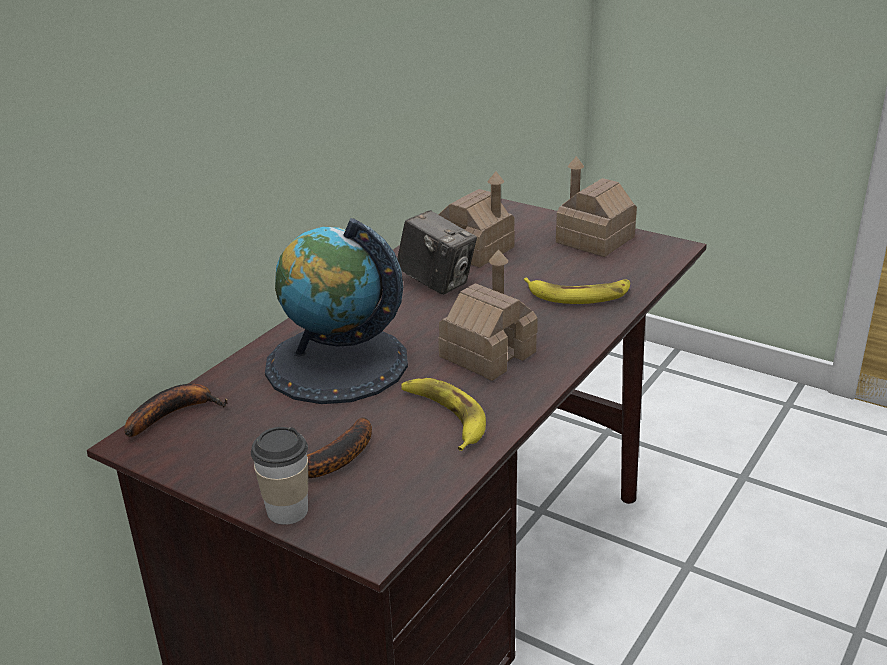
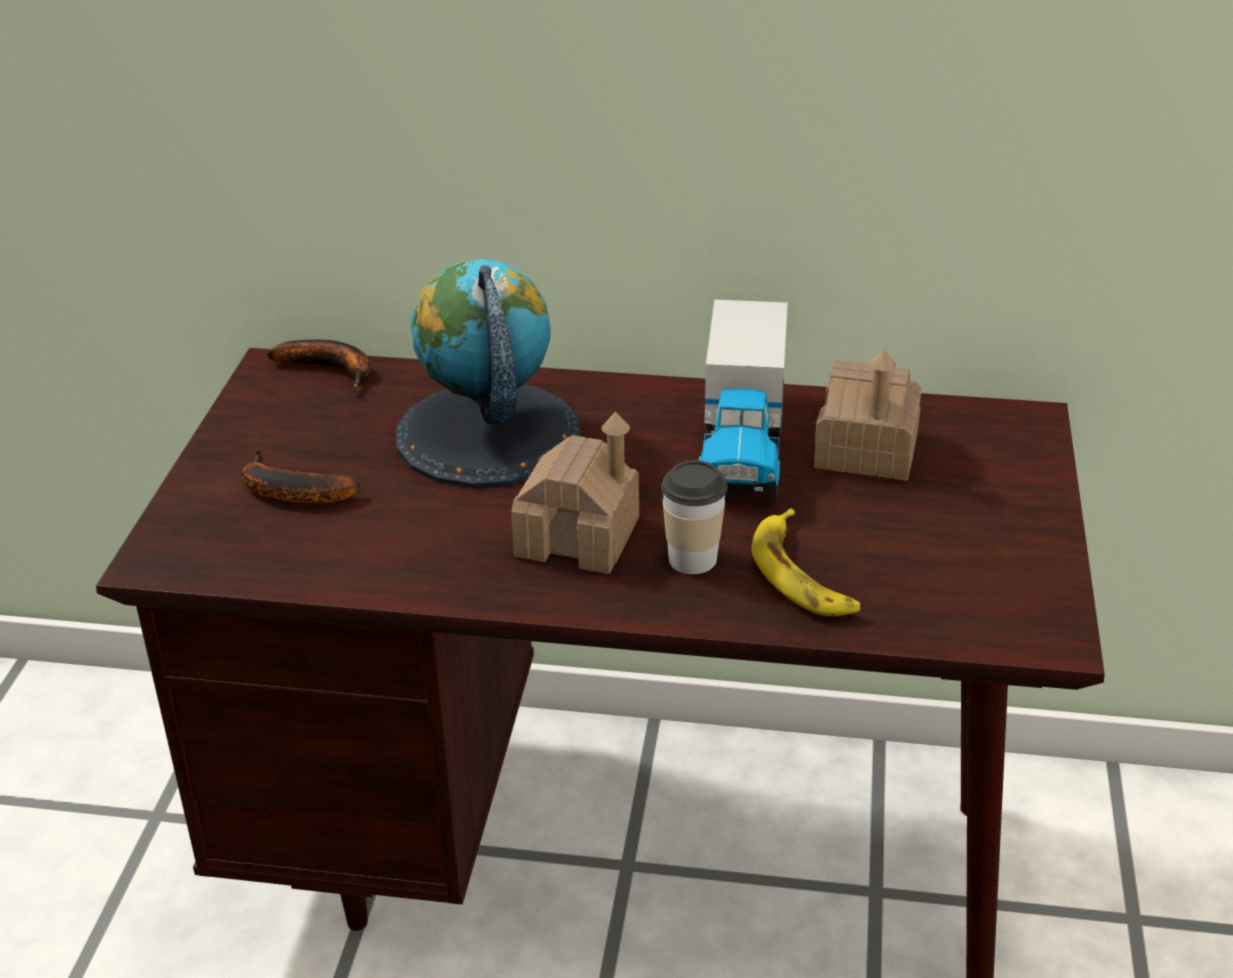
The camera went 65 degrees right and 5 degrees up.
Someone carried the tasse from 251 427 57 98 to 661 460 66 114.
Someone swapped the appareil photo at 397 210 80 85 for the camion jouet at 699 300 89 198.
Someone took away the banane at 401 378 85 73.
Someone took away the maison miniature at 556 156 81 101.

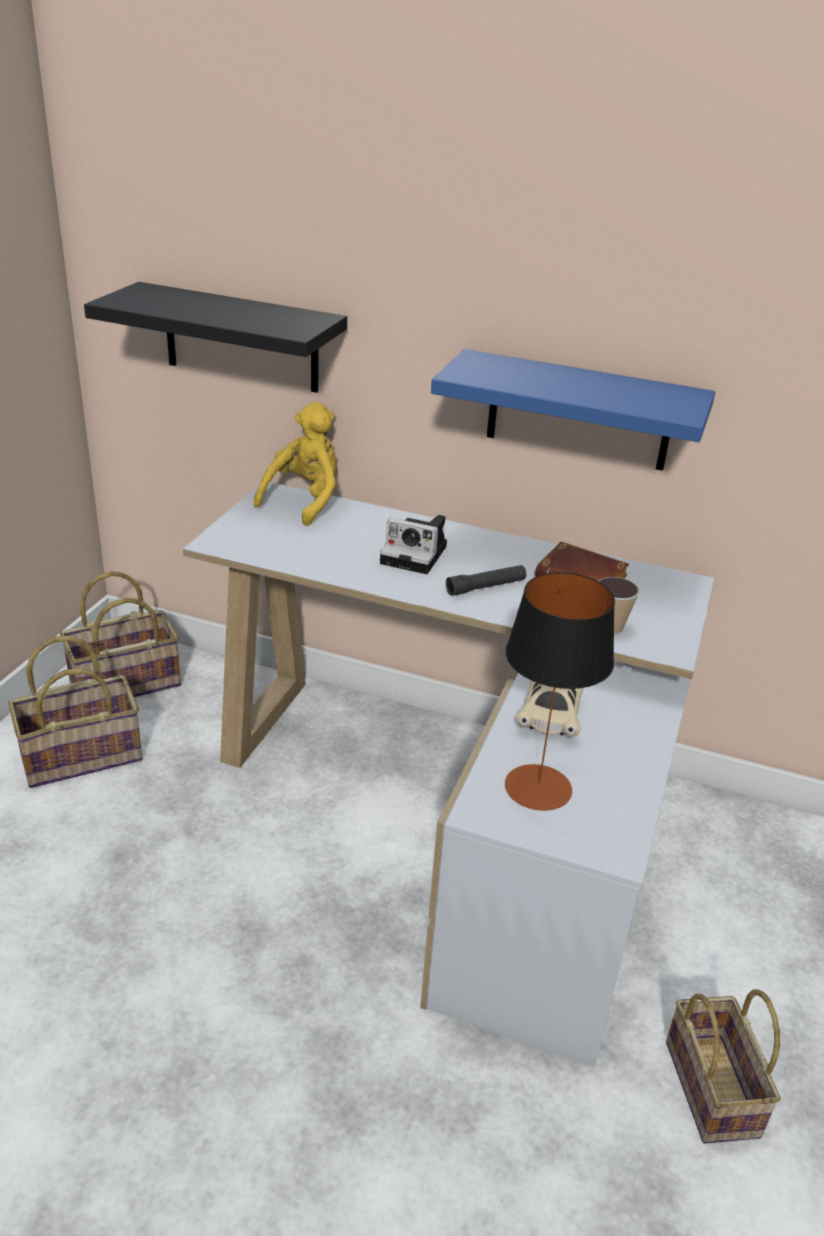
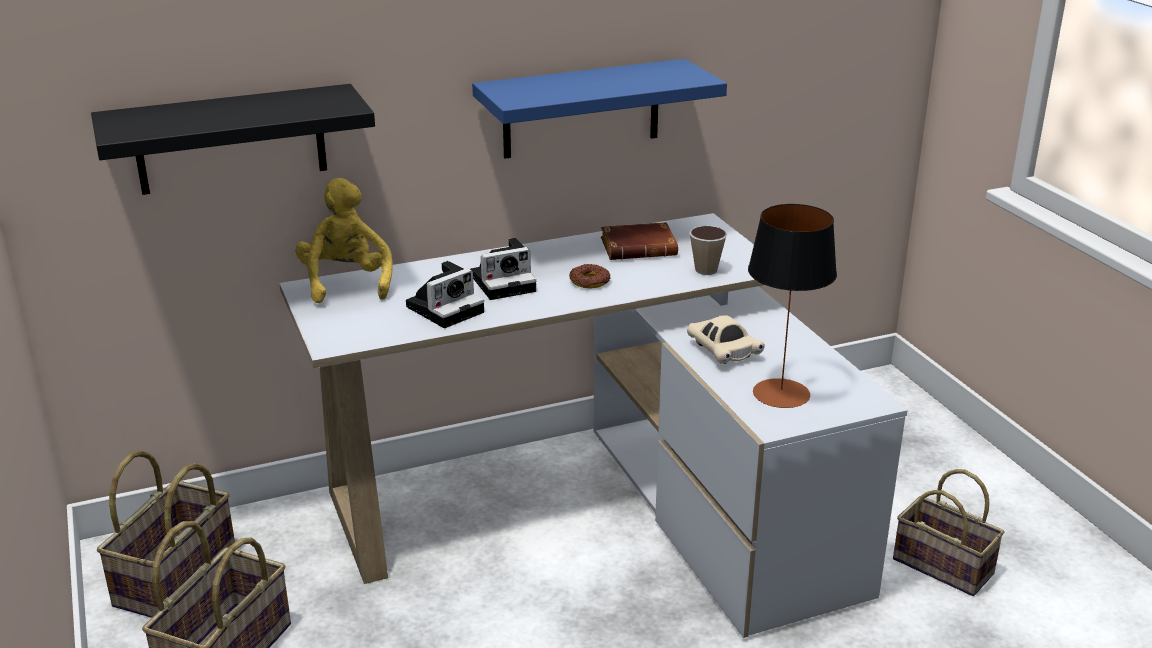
The camera went 40 degrees left and 5 degrees down.
Someone put down the appareil photo at 406 261 78 67.
Someone swapped the lampe de poche (noir) at 446 565 80 31 for the beignet at 569 264 41 24.

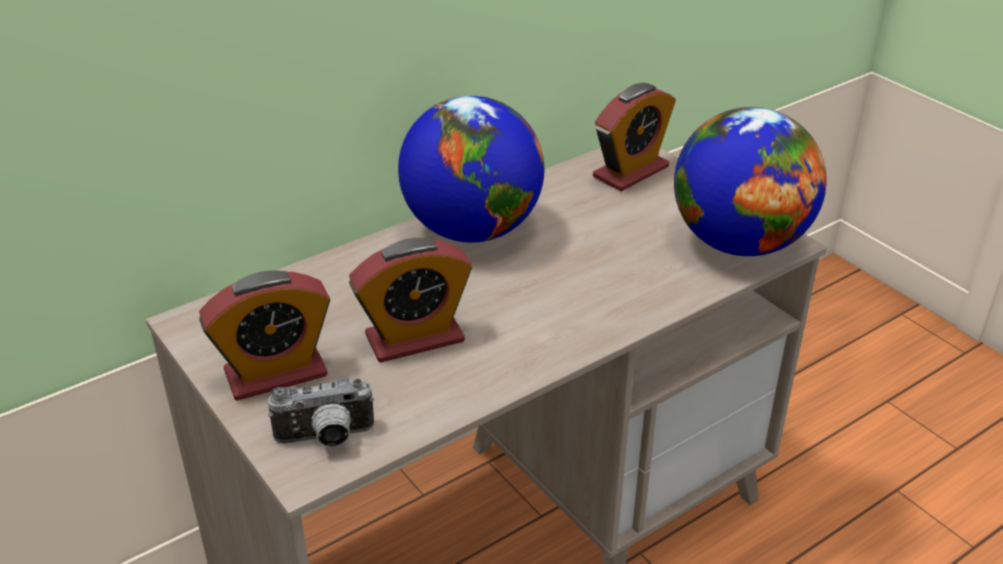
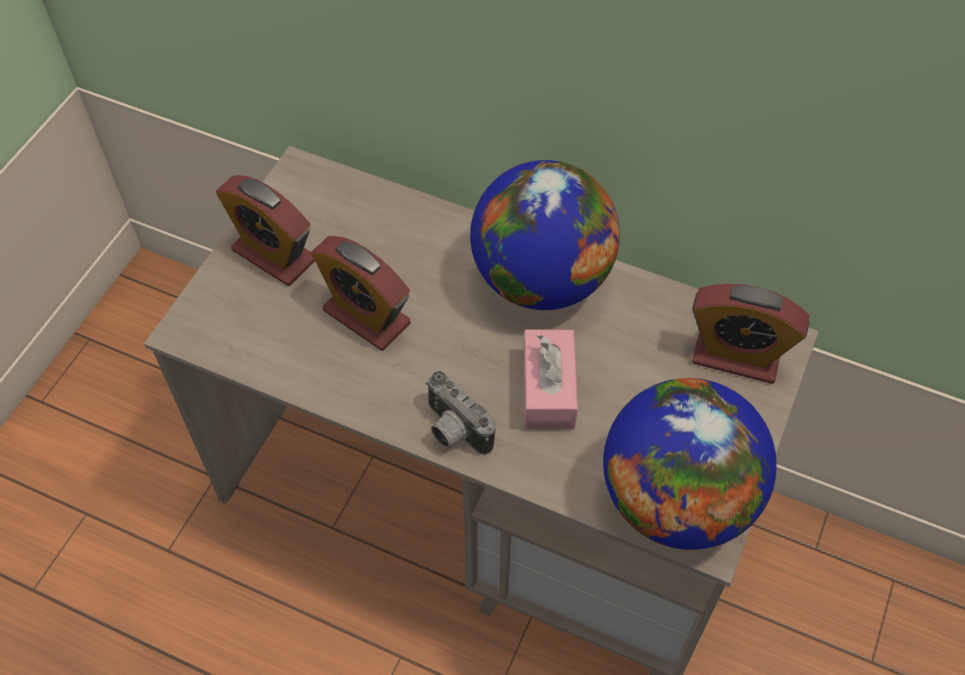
The camera went 60 degrees right and 20 degrees up.
Someone carried the appareil photo from 268 378 106 69 to 426 371 70 84.
Someone put down the boîte à mouchoirs (rose) at 524 329 54 101.

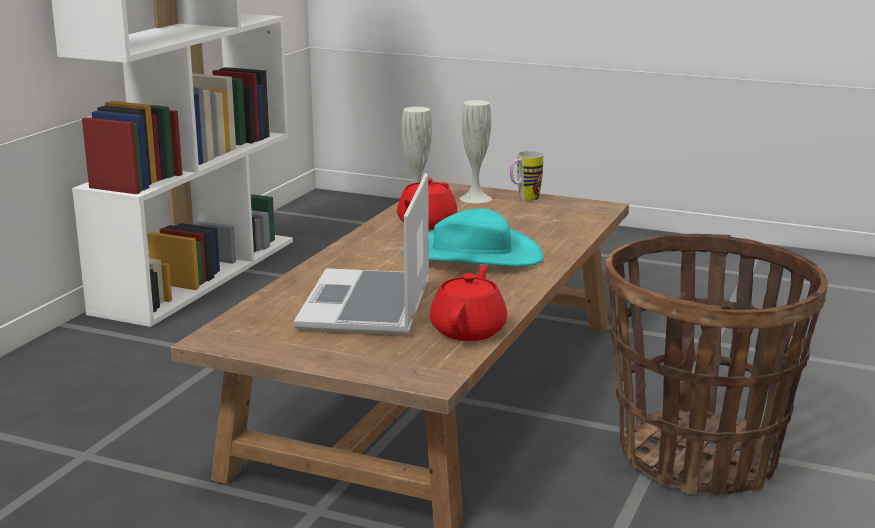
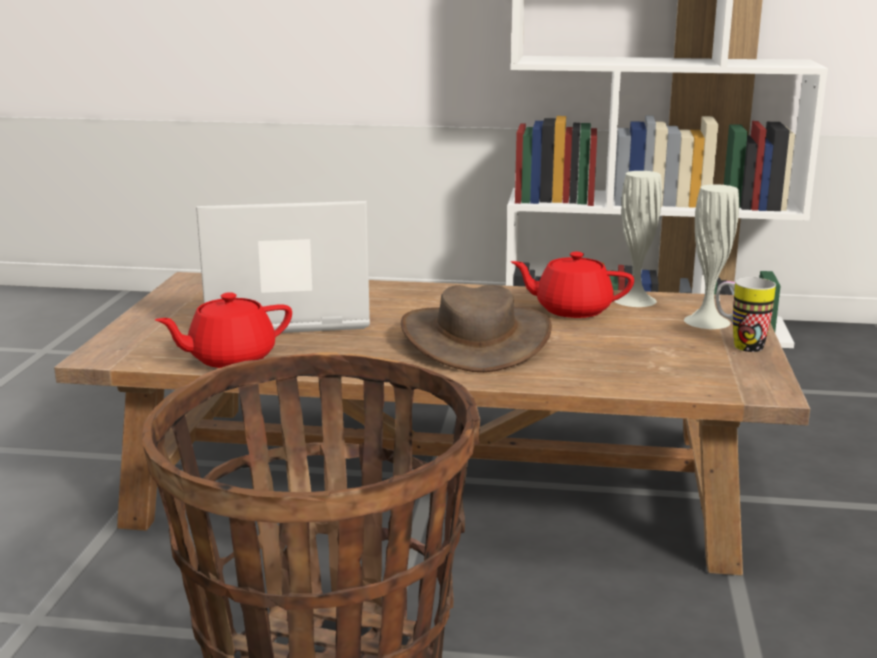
The camera went 75 degrees right and 0 degrees up.
Someone rotated the théière (rouge) at 430 265 77 76 by 150 degrees clockwise.
Someone repainted the chapeau (turquoise) at 402 208 142 59, which became the chapeau (marron) at 401 285 151 87.

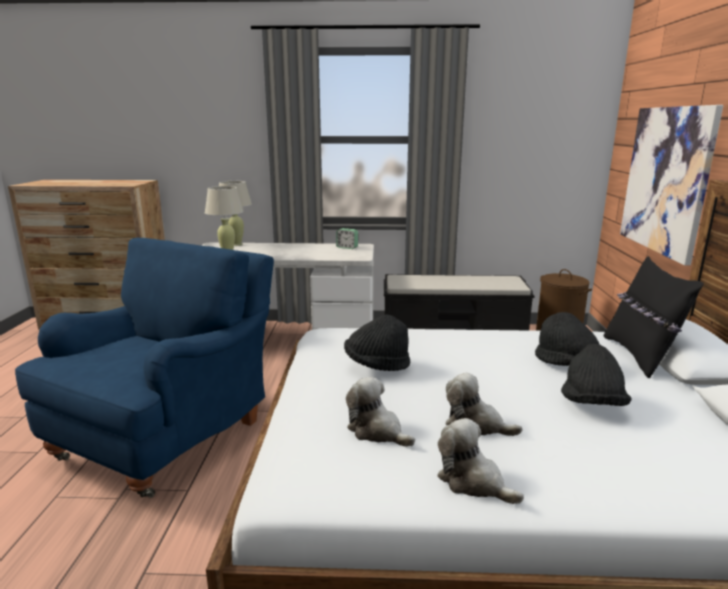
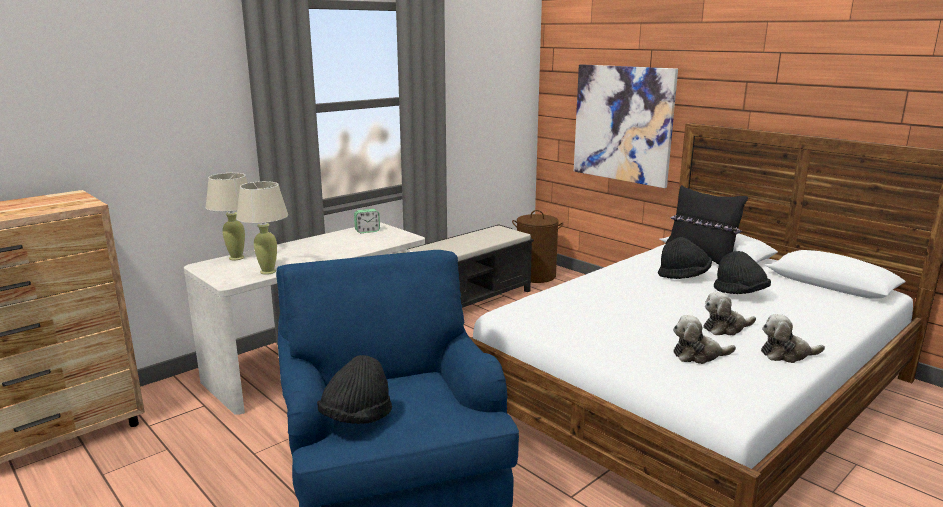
The camera went 45 degrees left and 0 degrees up.
Someone carried the chapeau (noir) from 344 315 66 56 to 317 355 75 69.

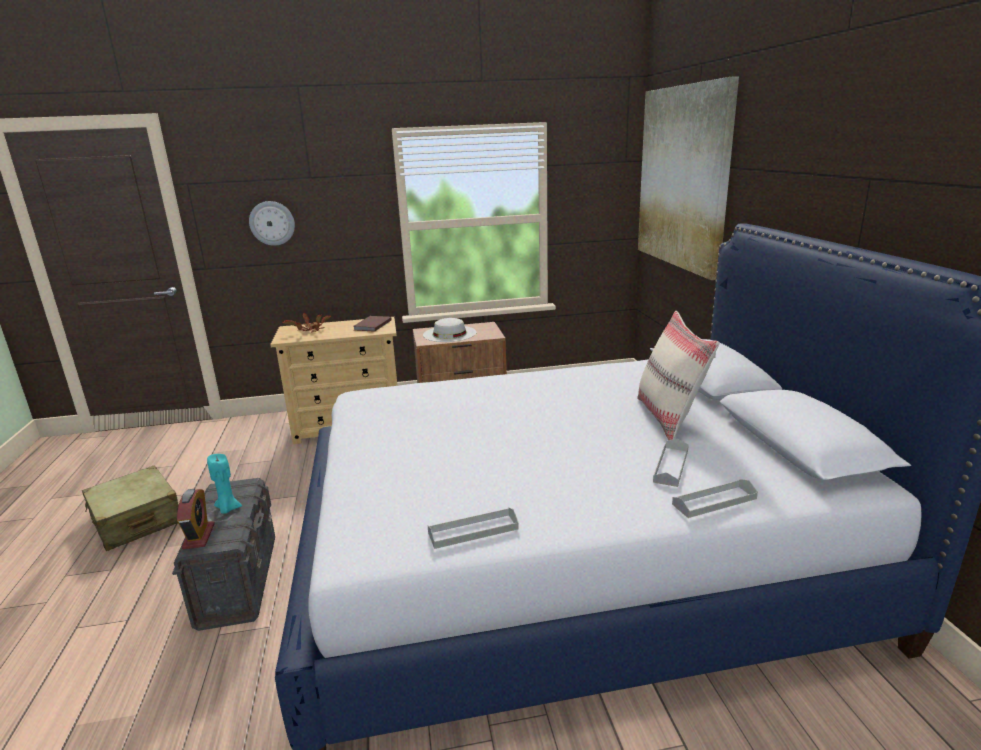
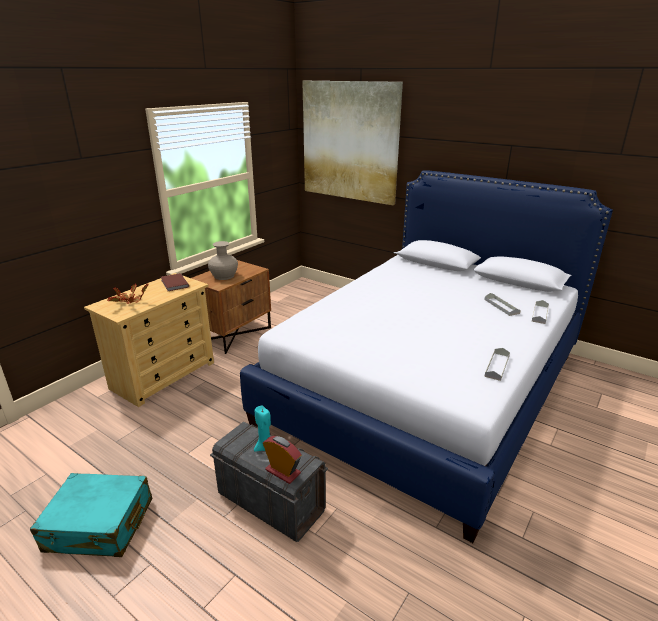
The camera went 45 degrees left and 5 degrees up.
Someone repainted the valise (beige) at 82 466 97 85, which became the valise (turquoise) at 30 473 122 84.
Someone swapped the chapeau (blanc) at 423 318 53 24 for the vase (beige) at 208 241 30 39.
Someone took away the horloge murale at 249 201 46 45.
Someone took away the coussin (beige) at 637 311 83 129.

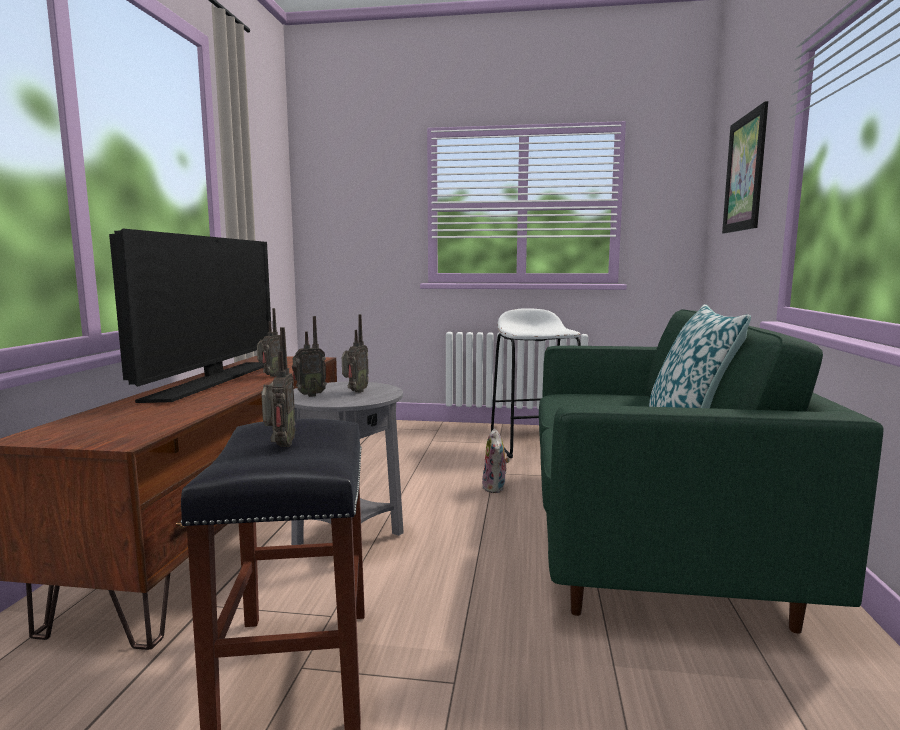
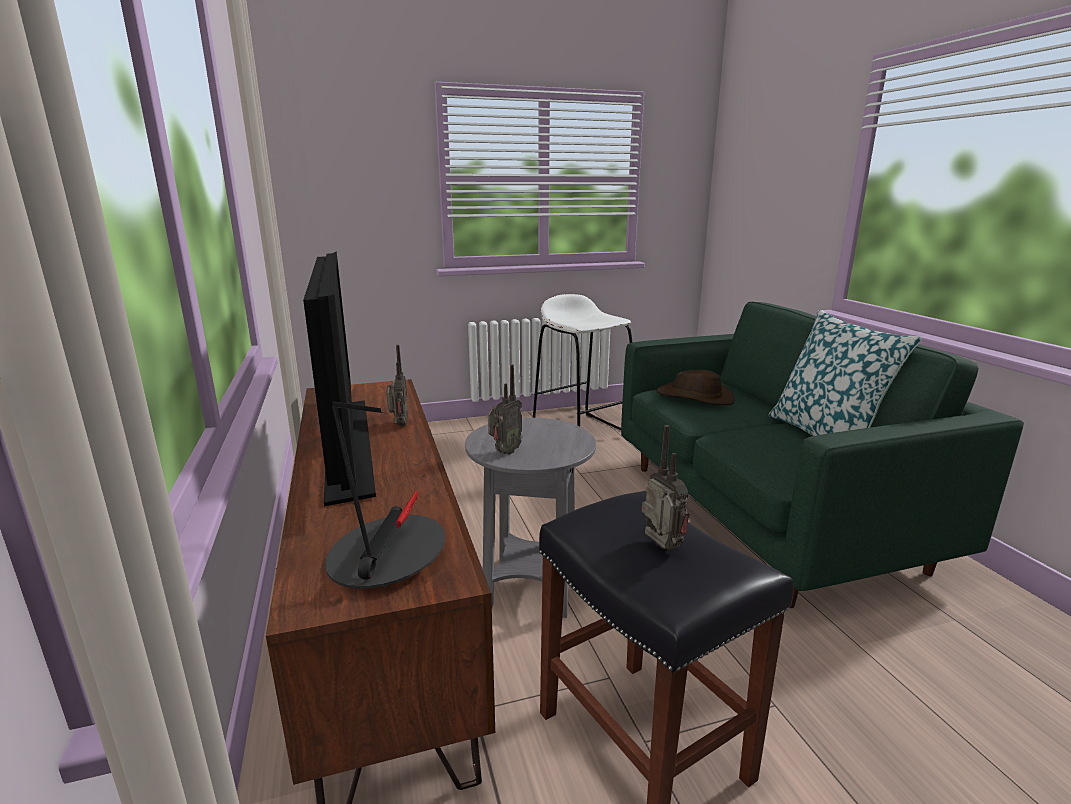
The camera went 25 degrees left and 10 degrees up.
Someone put down the lampe de table at 325 401 120 188.
Someone put down the chapeau (marron) at 656 370 79 35.
Someone took away the radio at 342 314 27 79.
Someone took away the peluche at 482 429 28 64.
Someone took away the tableau at 722 101 46 132.

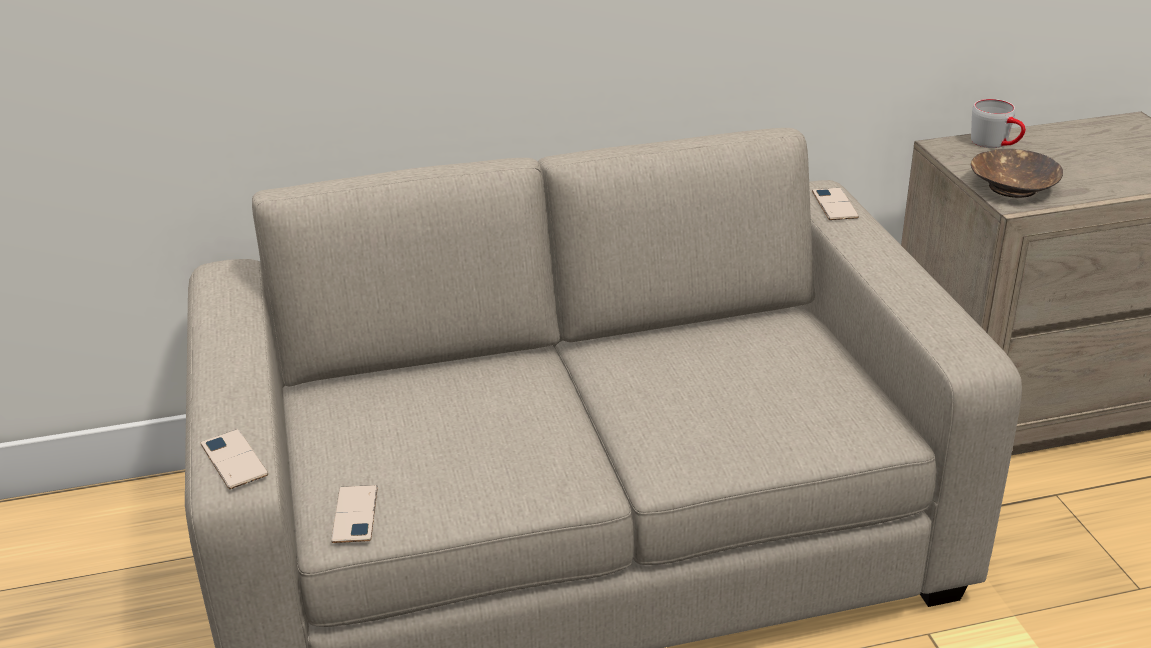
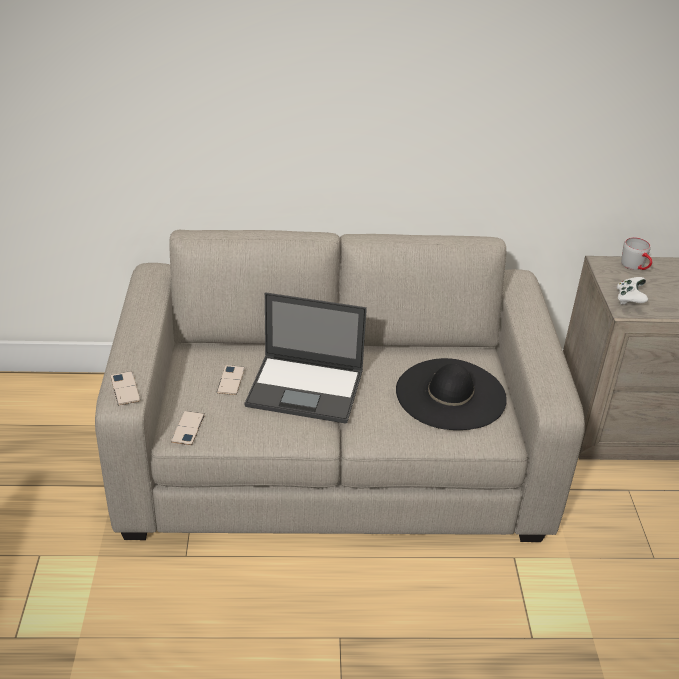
The camera went 10 degrees right and 5 degrees up.
Someone carried the téléphone from 812 188 47 32 to 217 365 28 30.
Someone put down the ordinateur portable at 245 292 122 132.
Someone put down the chapeau (noir) at 396 358 111 72.
Someone swapped the bol (marron) at 971 148 92 50 for the manette (blanc) at 617 277 31 28.

